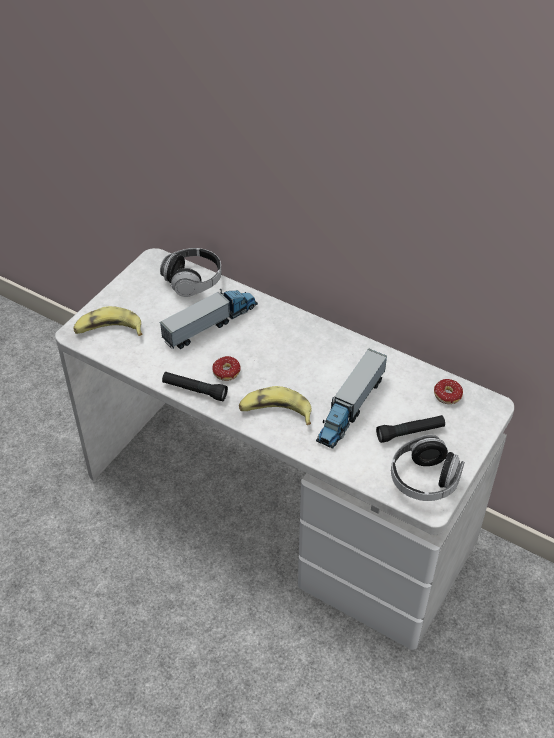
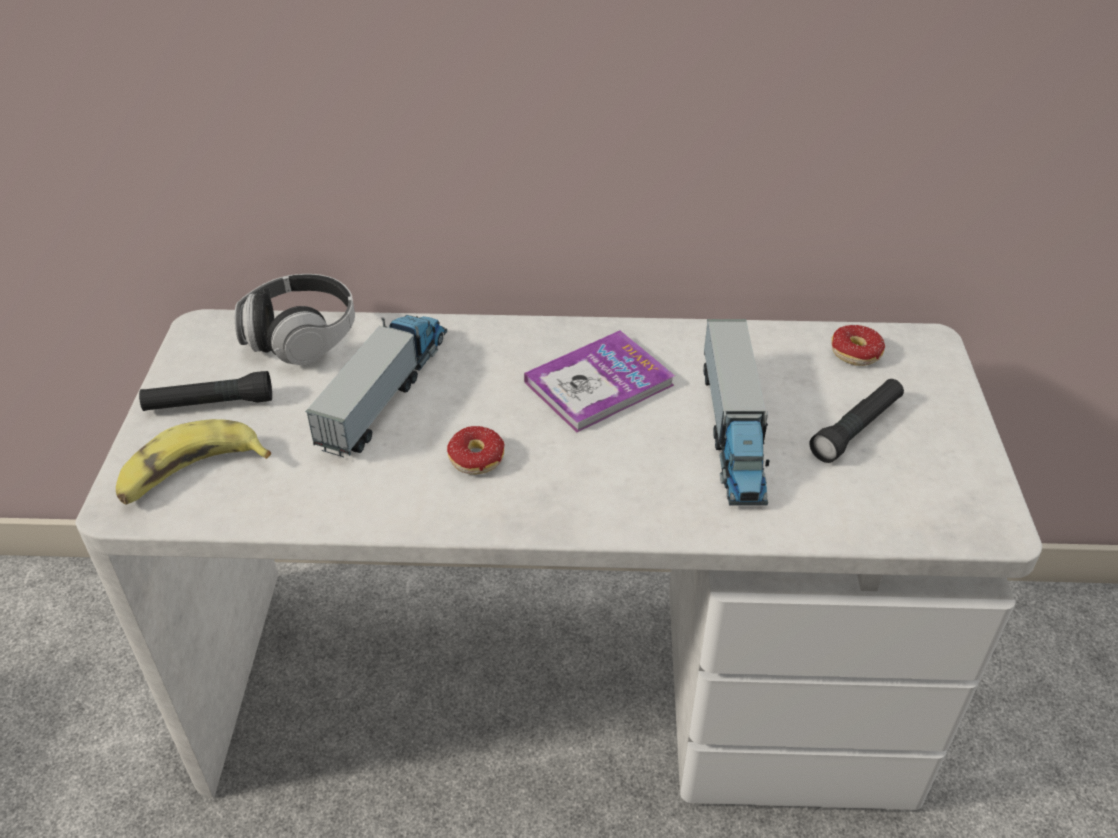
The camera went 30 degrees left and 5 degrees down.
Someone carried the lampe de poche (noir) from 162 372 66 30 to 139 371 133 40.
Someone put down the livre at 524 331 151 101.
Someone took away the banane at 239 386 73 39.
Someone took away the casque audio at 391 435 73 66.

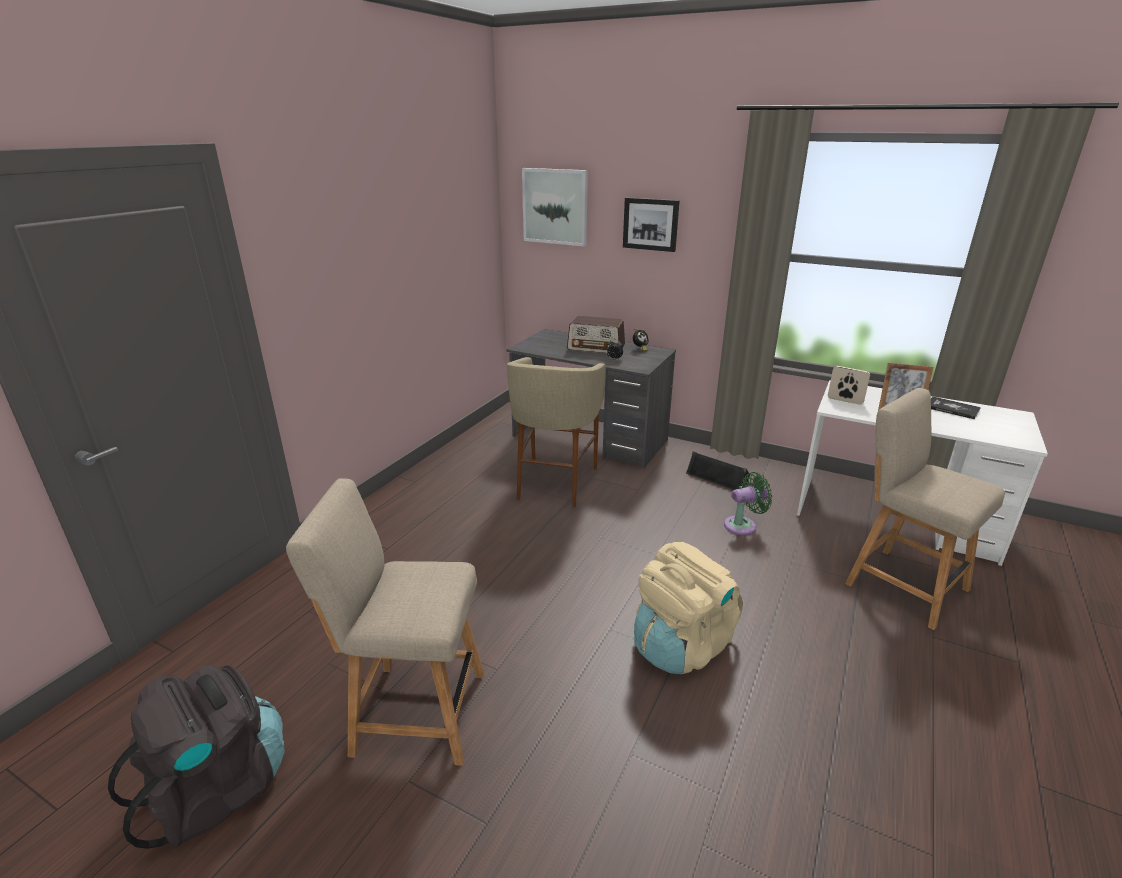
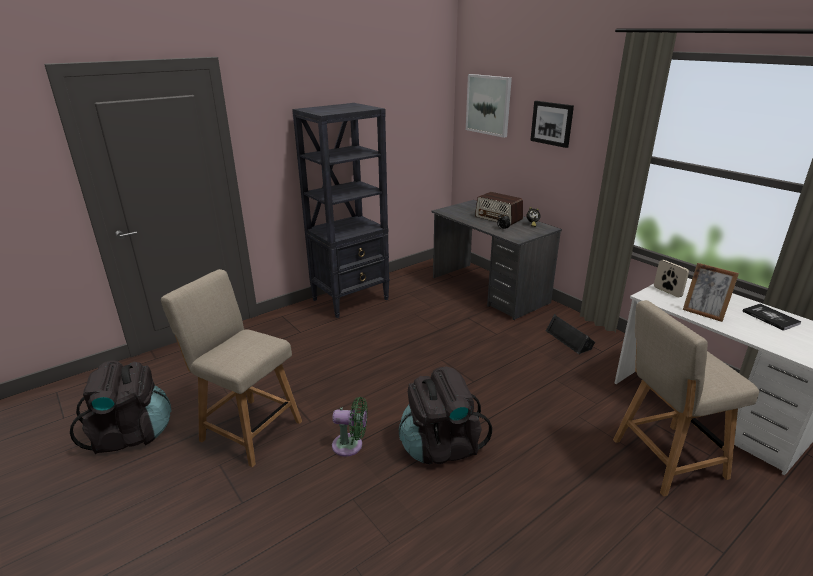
The camera went 25 degrees right and 0 degrees up.
Someone put down the bibliothèque (noir) at 292 103 98 215.
Someone carried the ventilateur (vert) from 724 472 48 63 to 332 397 36 60.
Someone repainted the sac à dos (beige) at 634 542 109 132, which became the sac à dos (noir) at 399 366 93 98.
Someone rotated the chaise (beige) at 845 388 160 242 by 90 degrees counterclockwise.
Someone took away the tabouret (beige) at 507 357 99 150.

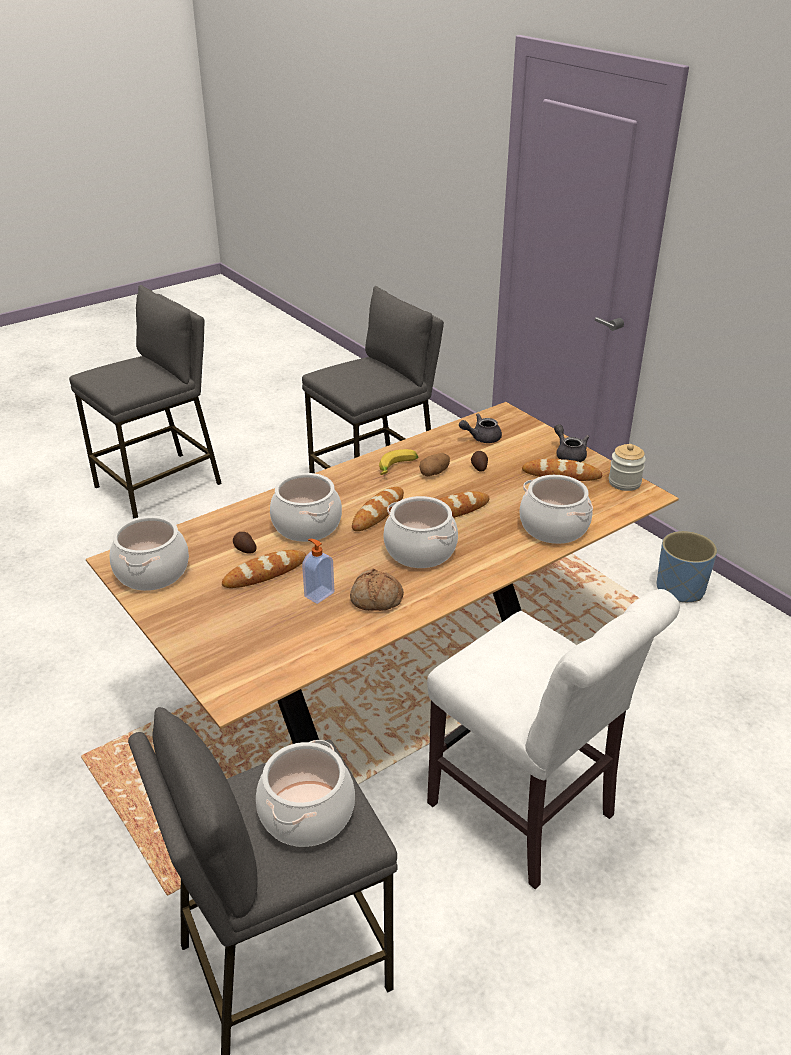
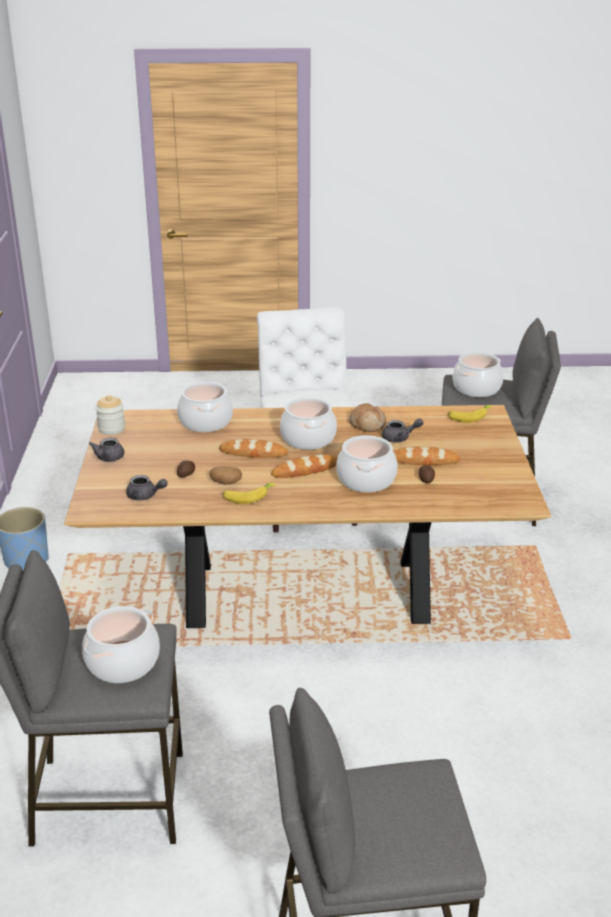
The camera went 145 degrees left and 5 degrees down.
Someone carried the marmite from 110 516 79 75 to 82 606 78 77.
Someone swapped the distributeur de savon at 302 539 32 65 for the théière (gris) at 382 418 42 25.
Someone put down the banane at 448 405 44 18.
Someone took away the pain at 522 459 80 22.

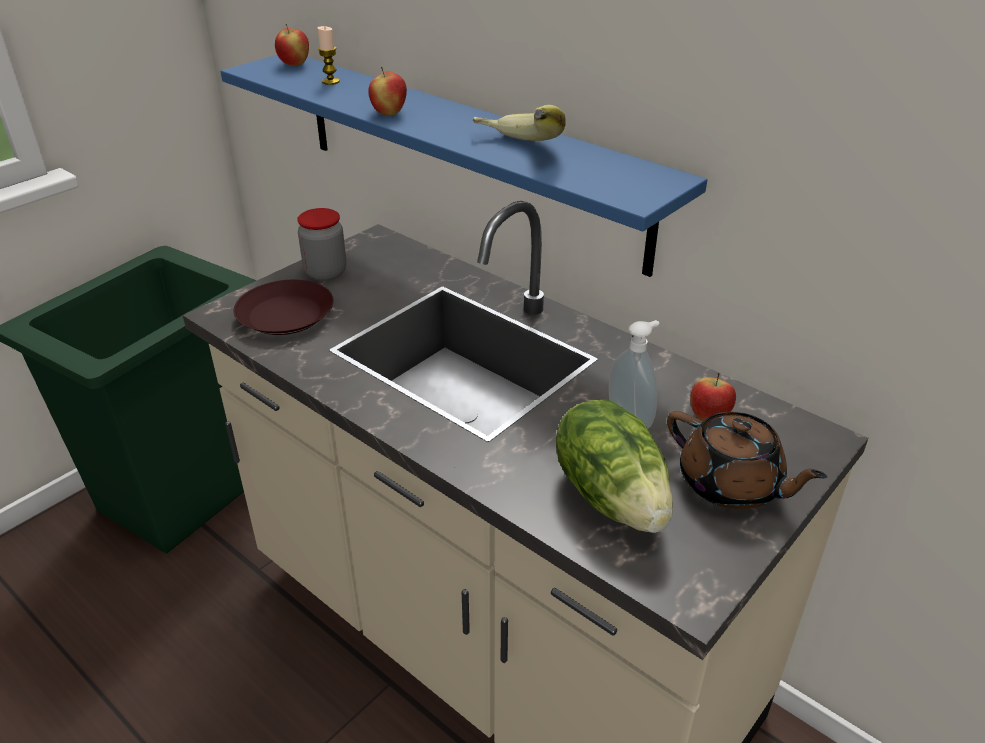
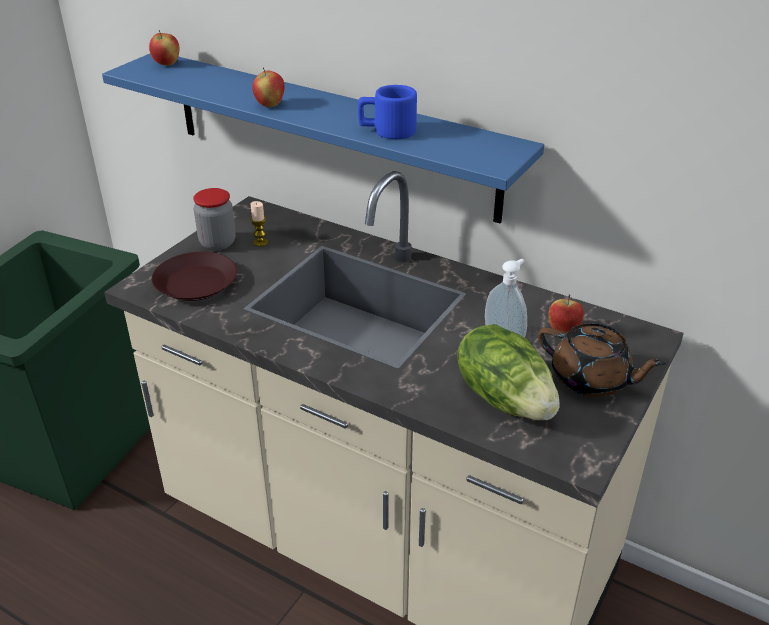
The camera went 10 degrees left and 0 degrees up.
Someone carried the bougie from 317 26 23 59 to 250 201 18 46.
Someone swapped the banane at 473 105 93 36 for the mug (bleu) at 358 85 59 54.

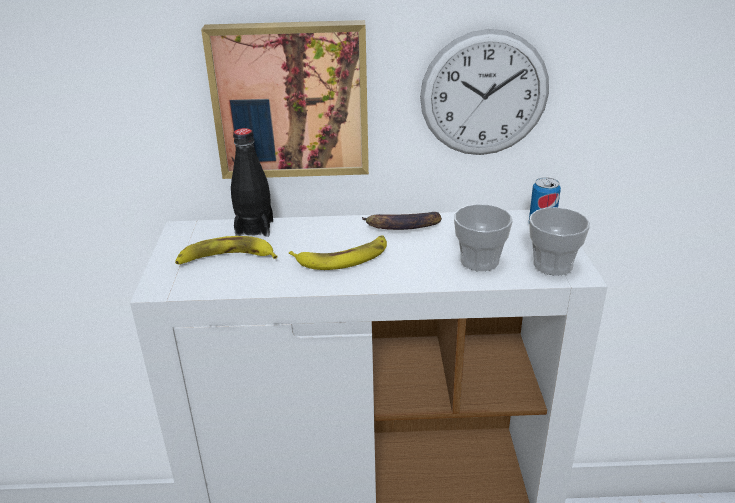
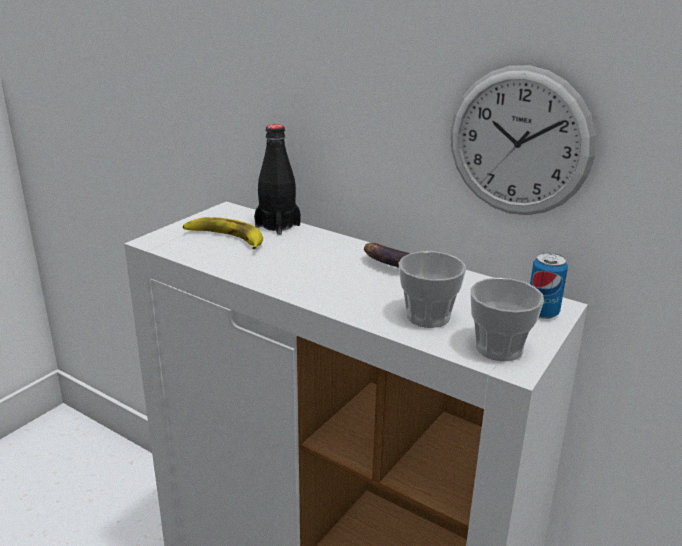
The camera went 35 degrees right and 5 degrees down.
Someone took away the tableau at 201 20 168 159.
Someone took away the banane at 289 236 98 34.

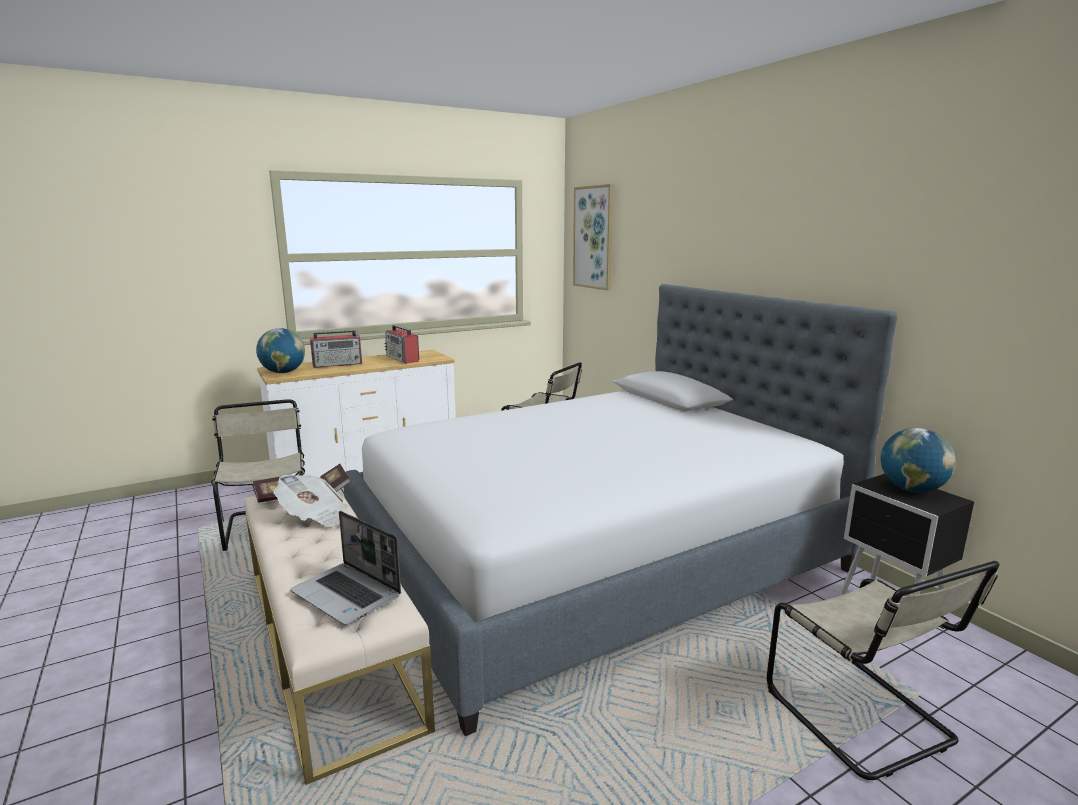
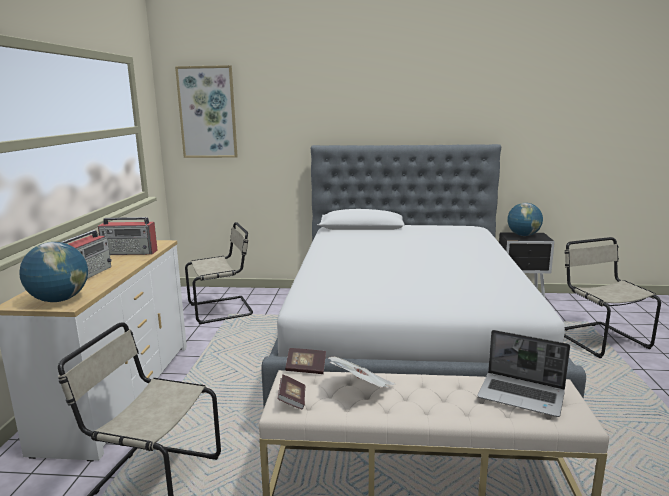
The camera went 55 degrees left and 0 degrees up.
Someone rotated the ordinateur portable at 290 511 111 114 by 45 degrees clockwise.
Someone rotated the chaise (beige) at 767 561 232 219 by 120 degrees counterclockwise.

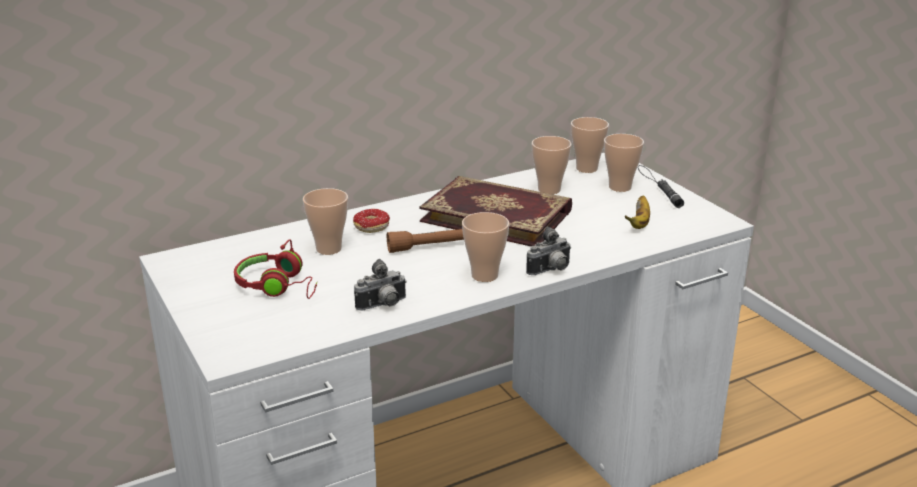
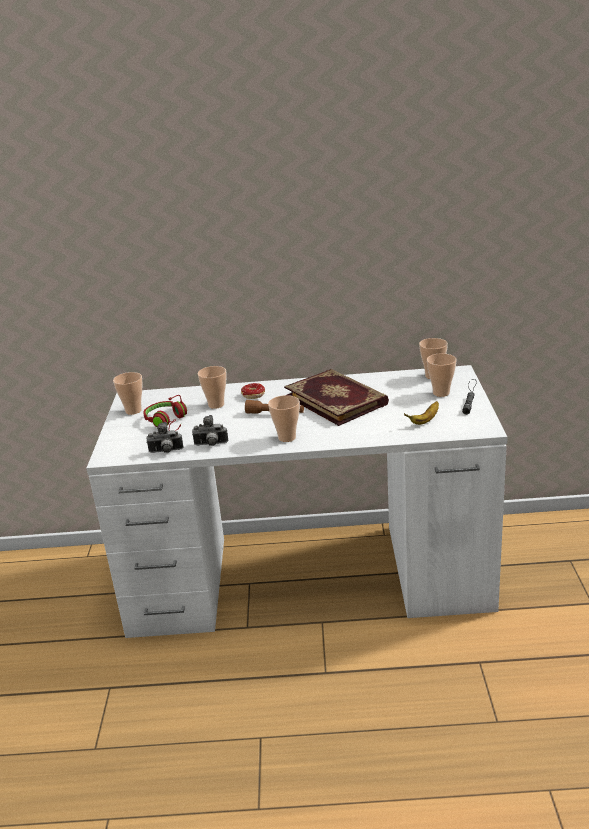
The camera went 30 degrees right and 0 degrees up.
Someone carried the tasse from 532 136 39 58 to 113 372 29 43.
Someone carried the appareil photo from 526 227 45 48 to 146 422 37 31.

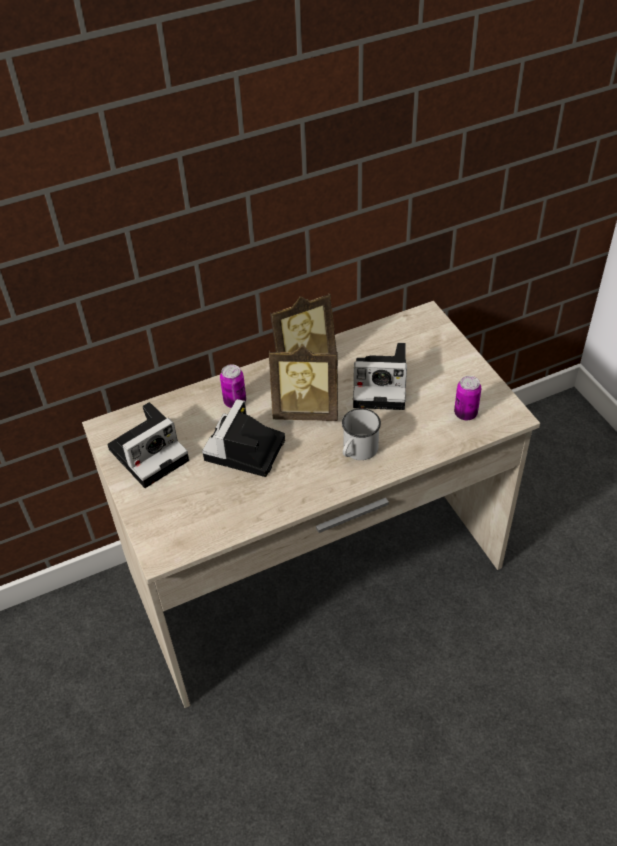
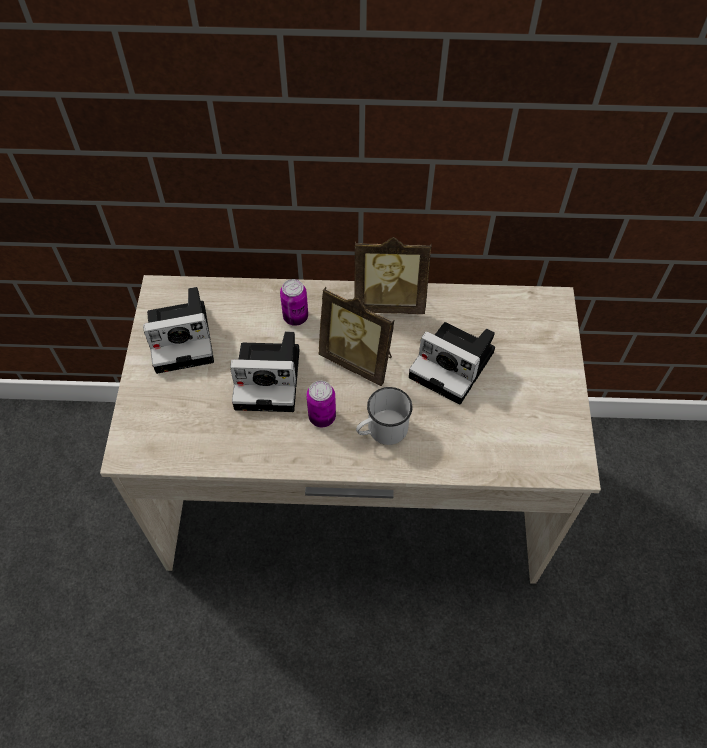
The camera went 25 degrees right and 10 degrees up.
Someone rotated the appareil photo at 202 399 83 78 by 135 degrees counterclockwise.
Someone carried the boîte métallique from 454 376 28 44 to 306 381 30 46.

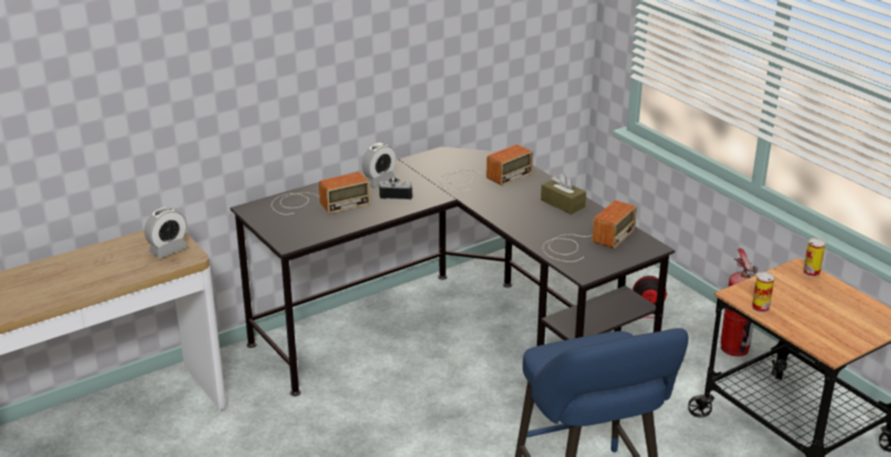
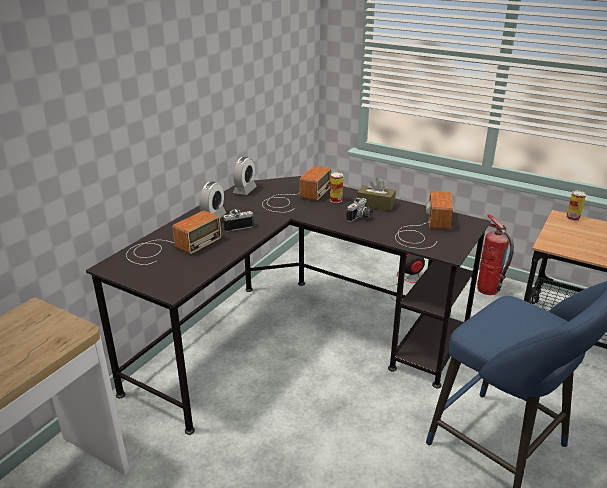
The camera went 25 degrees left and 0 degrees up.
Someone carried the réveil from 144 207 44 51 to 233 157 24 38.
Someone carried the boîte métallique from 752 272 23 41 to 330 172 13 31.
Someone put down the appareil photo at 346 197 27 25.

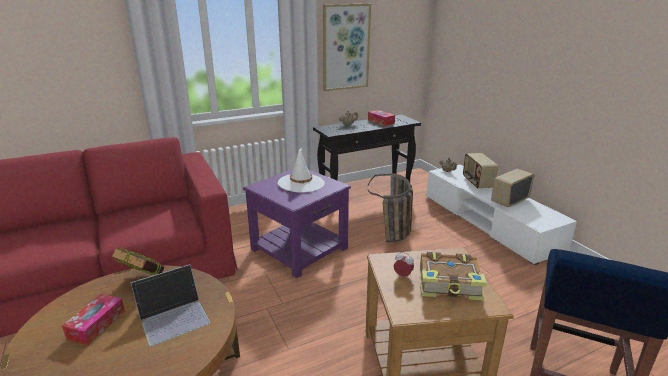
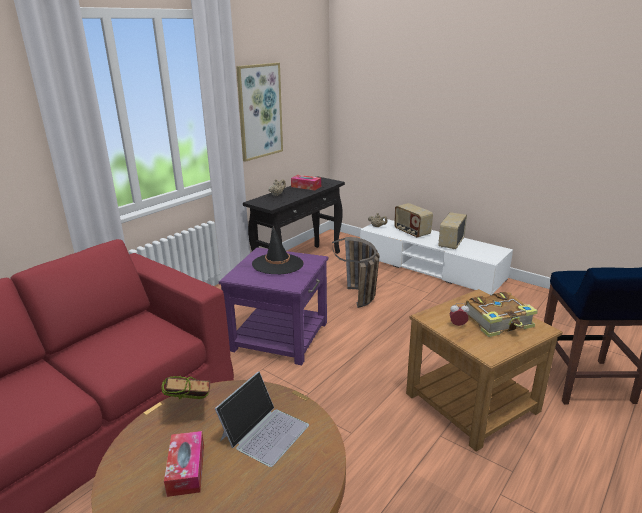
The camera went 25 degrees left and 0 degrees up.
Someone repainted the chapeau (blanc) at 278 147 47 46, which became the chapeau (noir) at 252 225 52 49.

